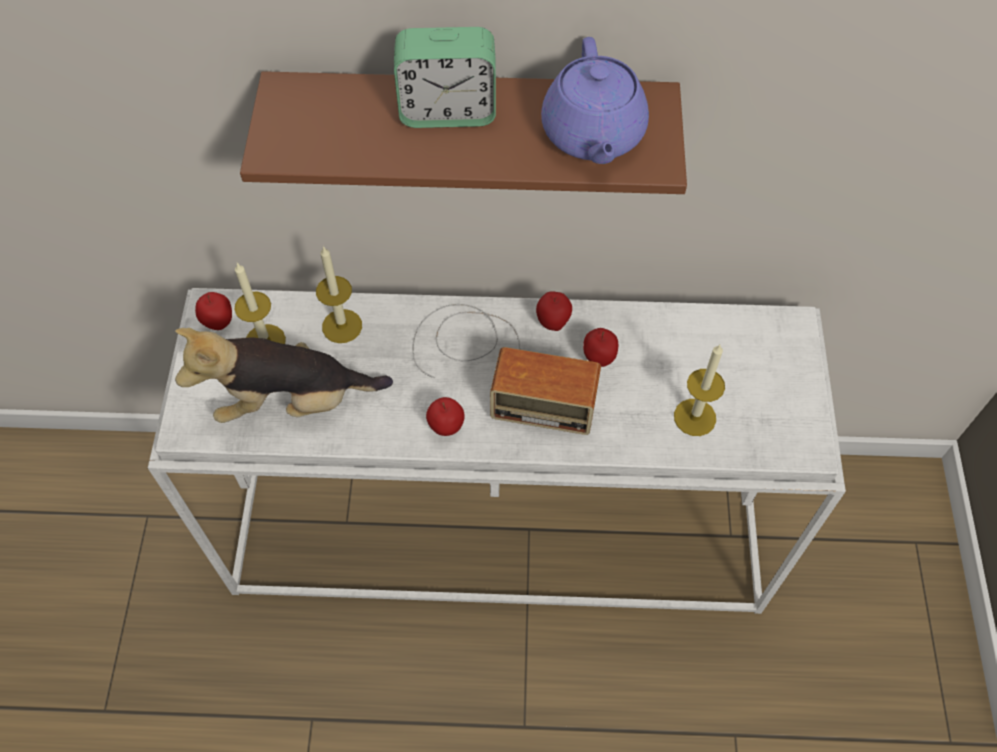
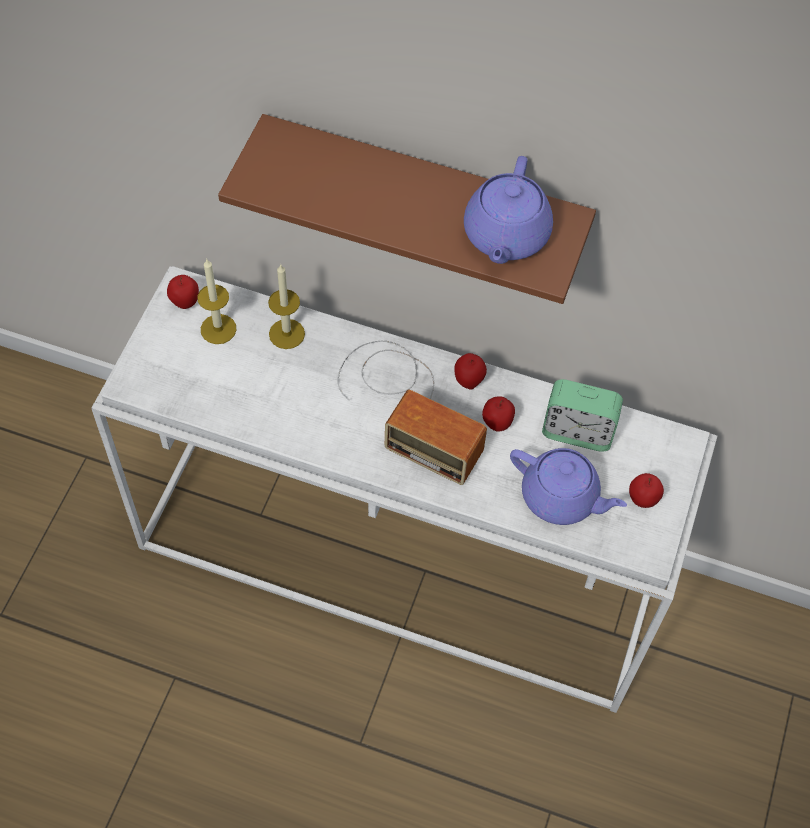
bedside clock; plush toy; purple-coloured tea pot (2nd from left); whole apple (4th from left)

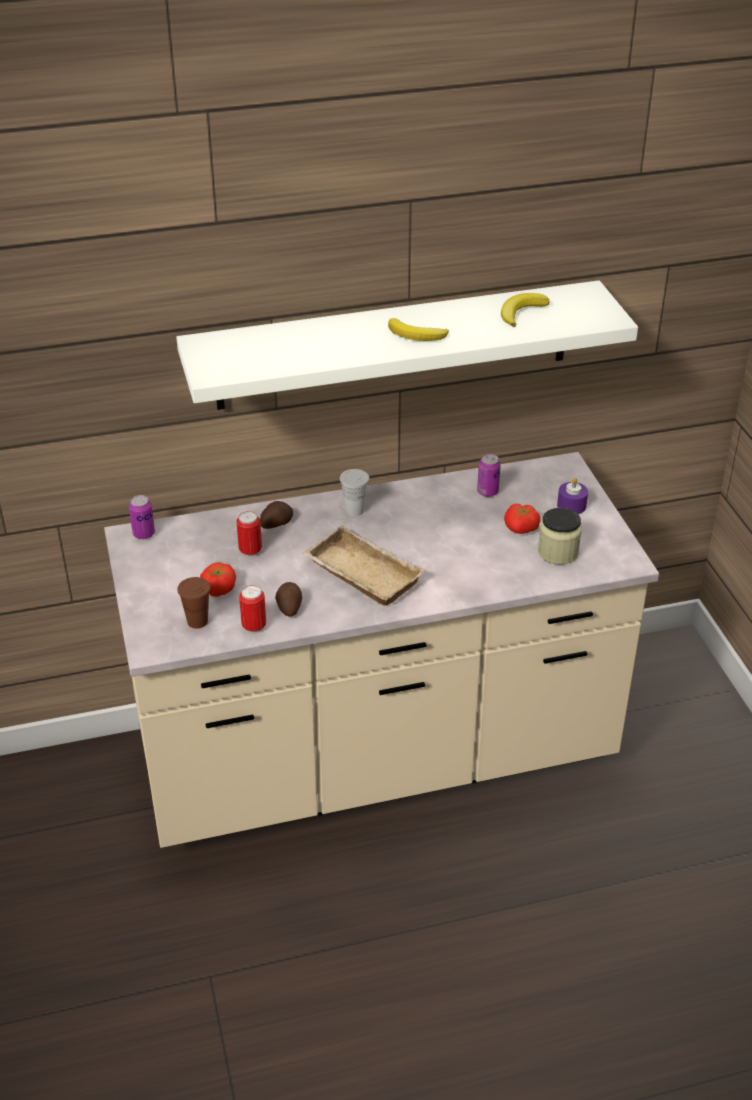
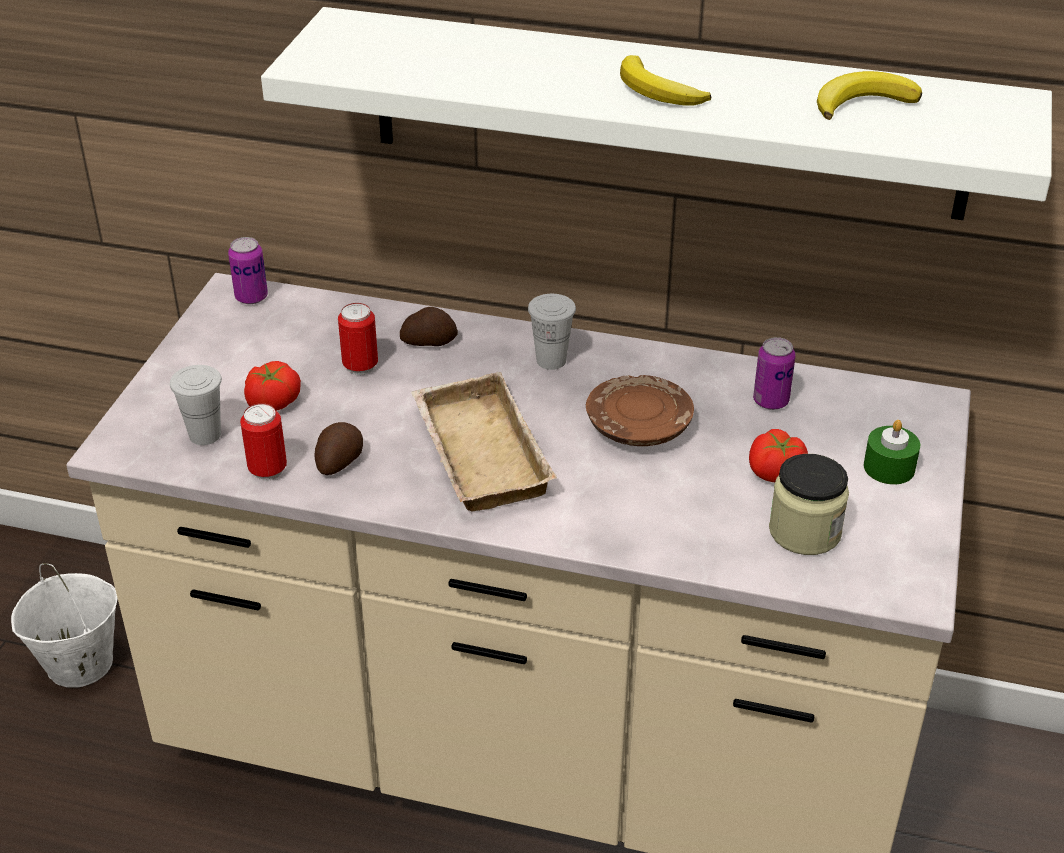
greenish wax candle; whitish drinking cup (1st from left); brownish plate; whitish pail

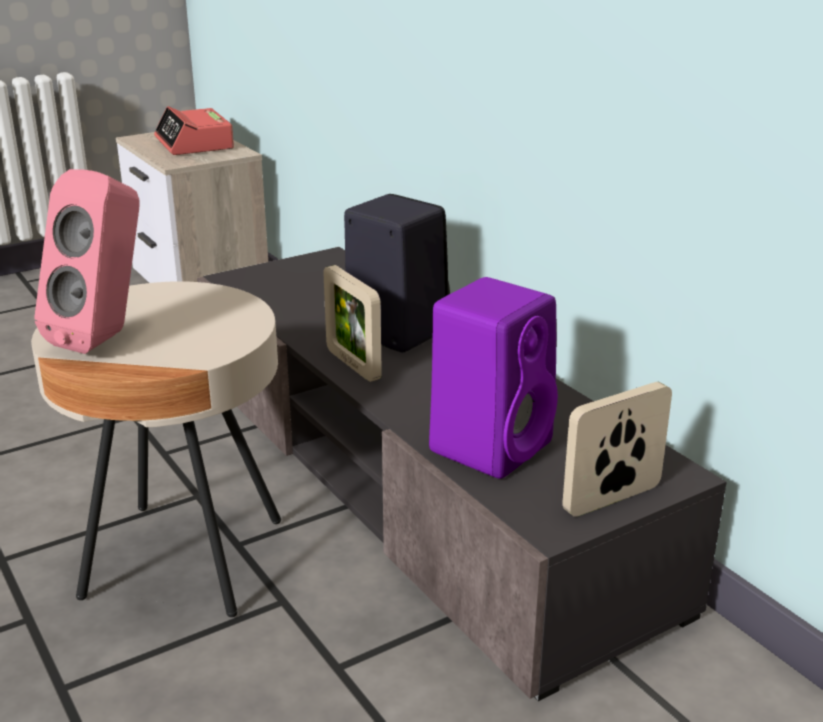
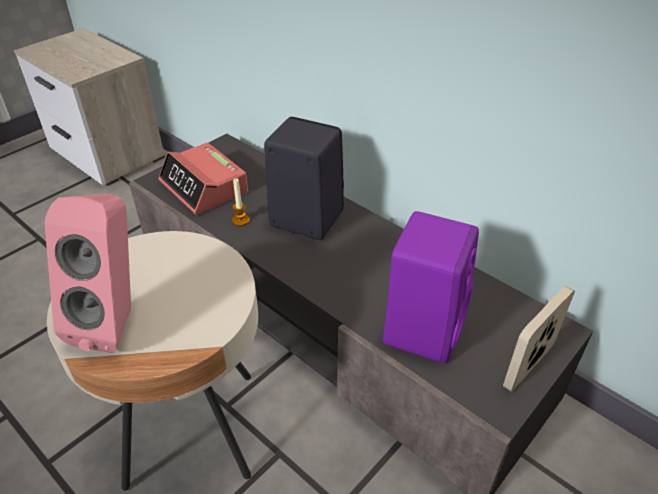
bedside clock; photo frame (1st from left in the first image); wax candle

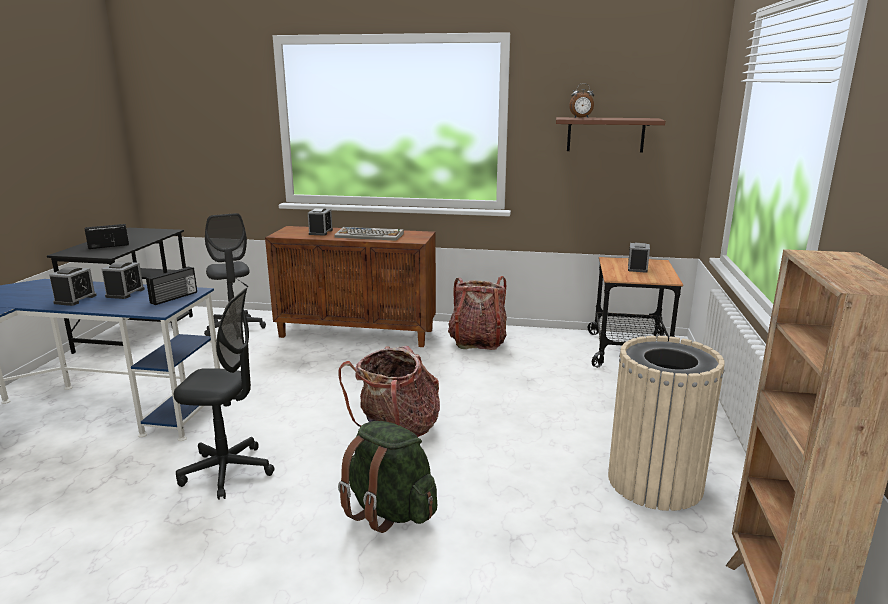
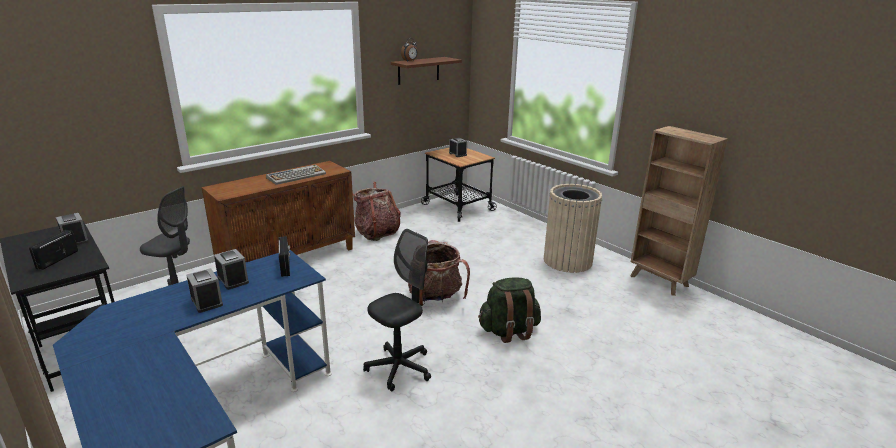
bedside clock (1st from left)

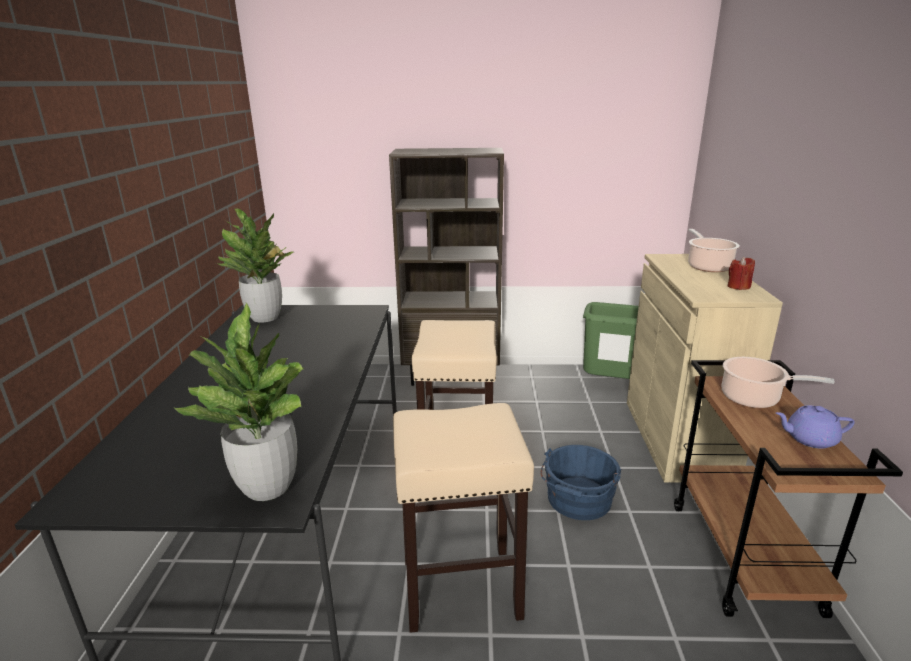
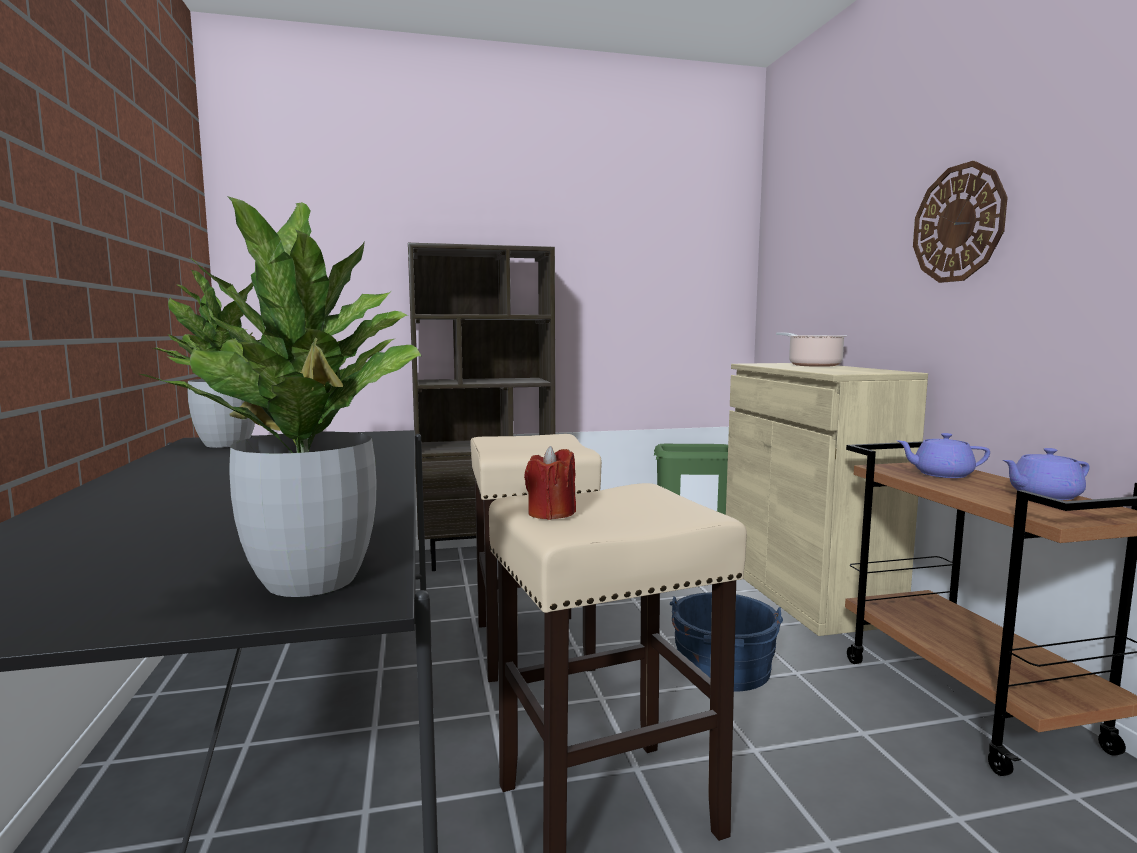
red wax candle; purple-coloured tea pot (1st from left); clock on the wall

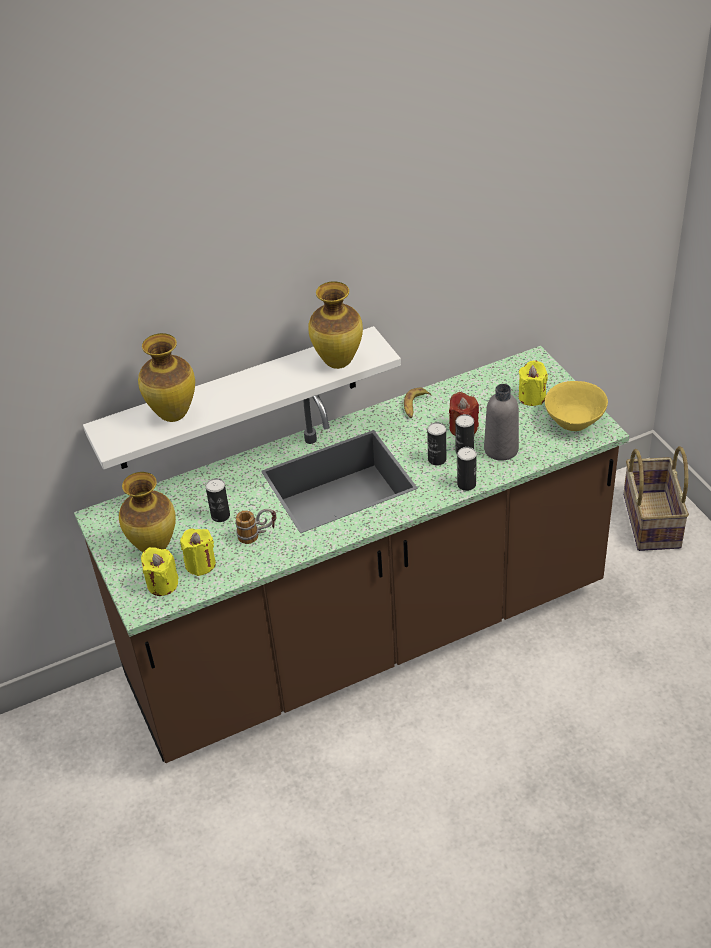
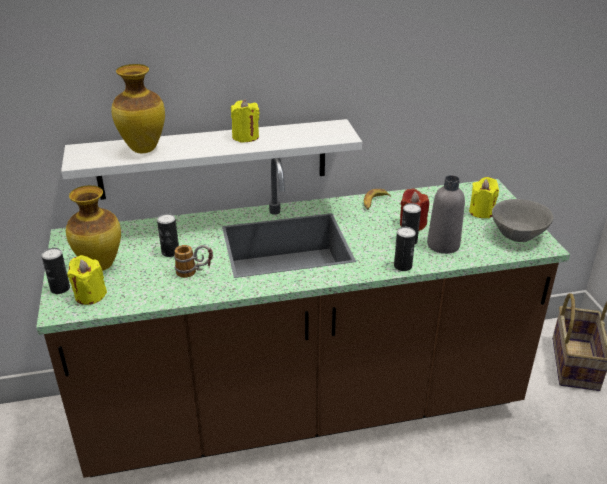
vase (3rd from left in the first image); gray bowl; can (1st from left); yellow-coloured wax candle (2nd from left)

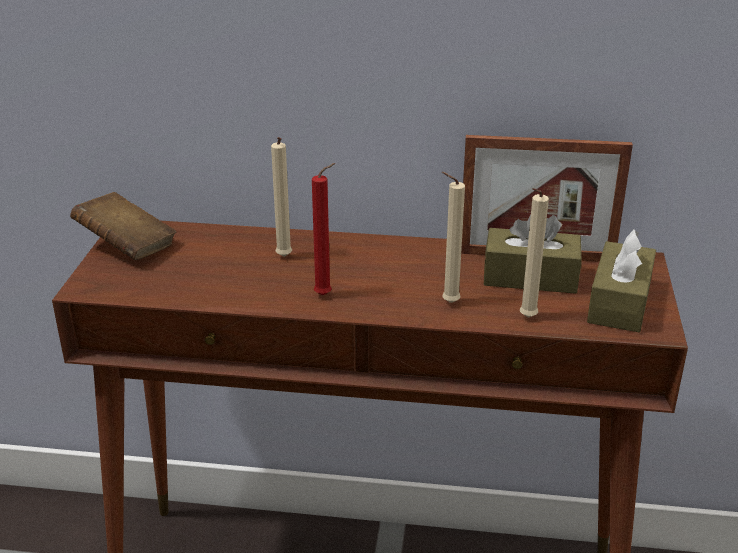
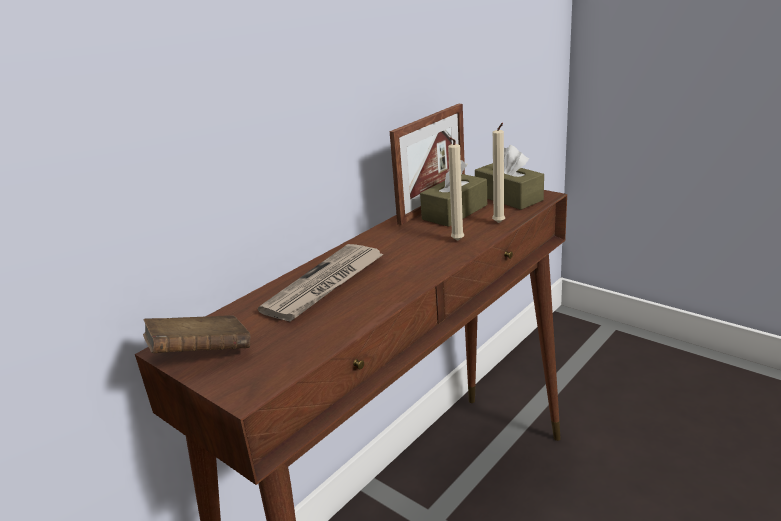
newspaper; red wax candle

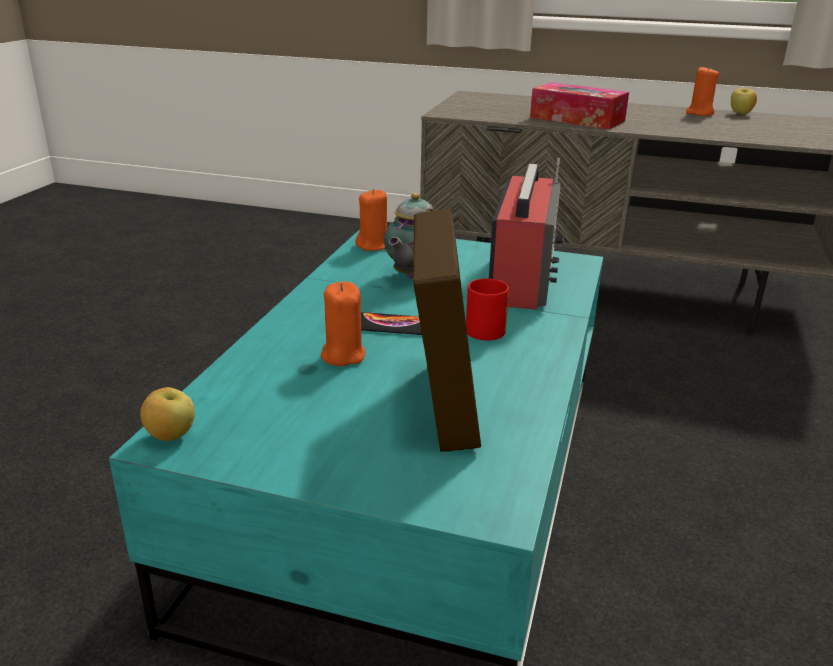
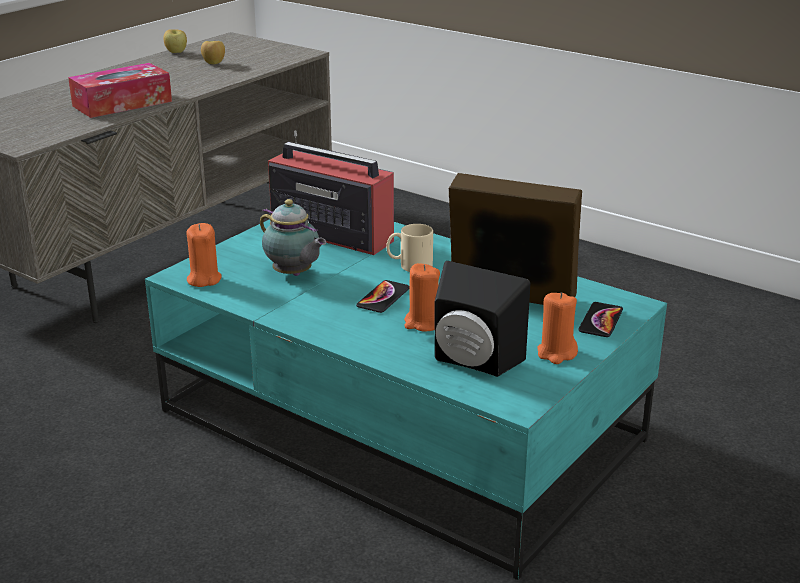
orange-coloured wax candle (3rd from left); sand-coloured mug; whole apple (2nd from left); black audio speaker; telephone (2nd from left)

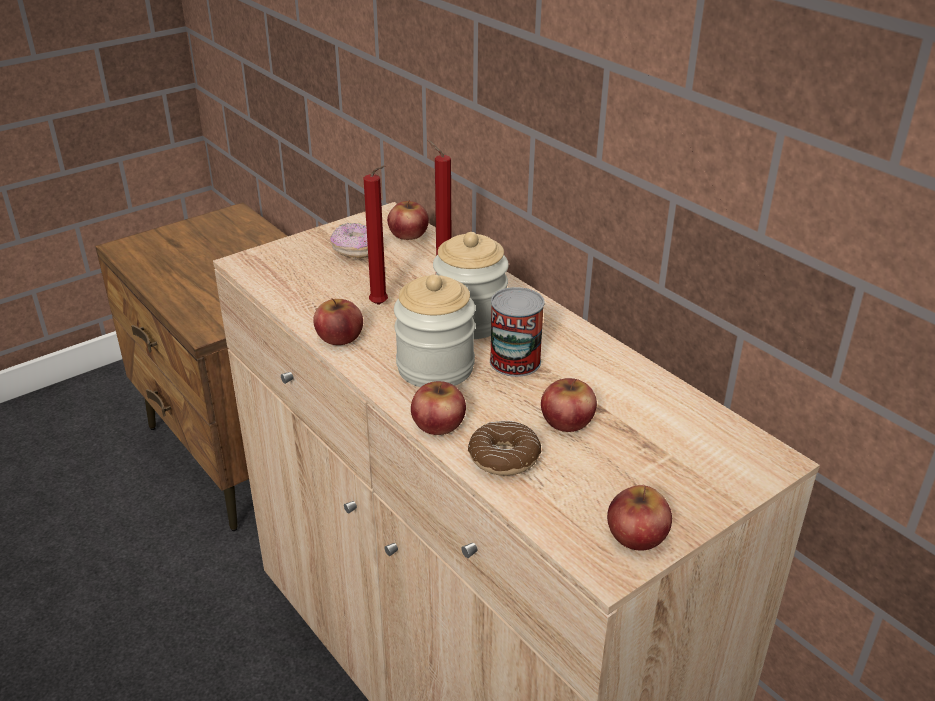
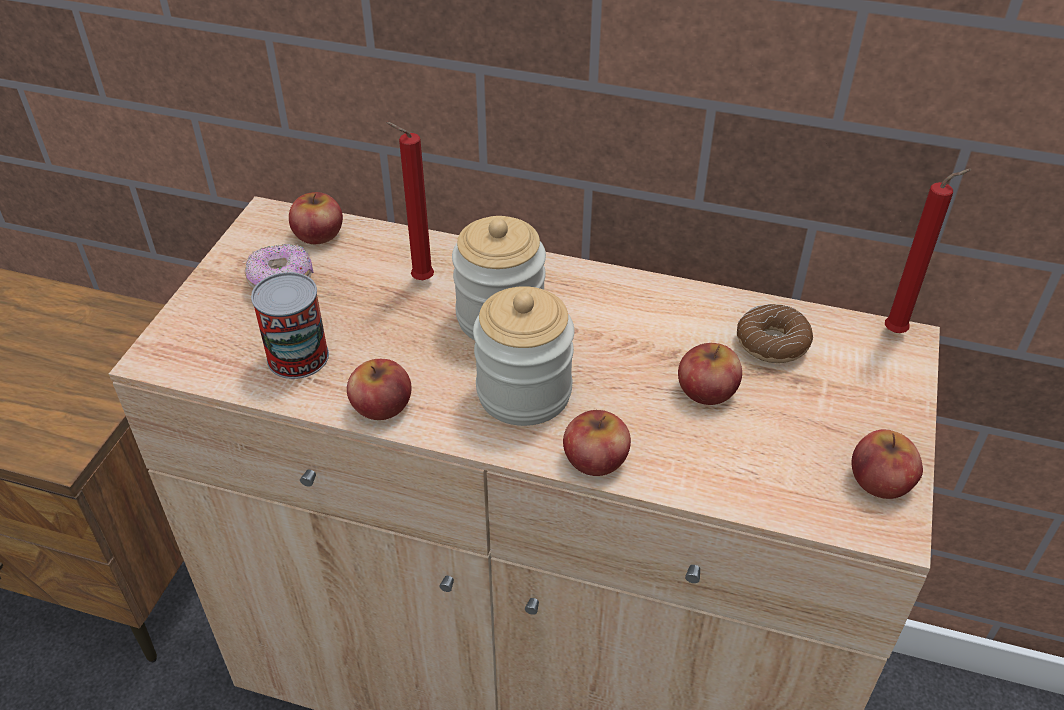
red wax candle (2nd from left); can; donut (2nd from left)

